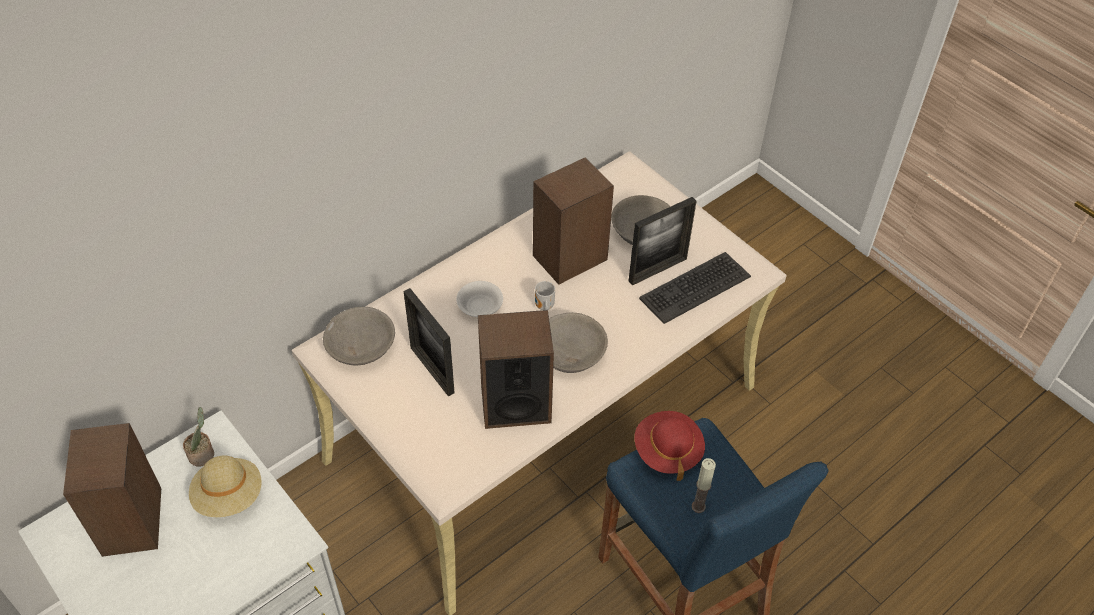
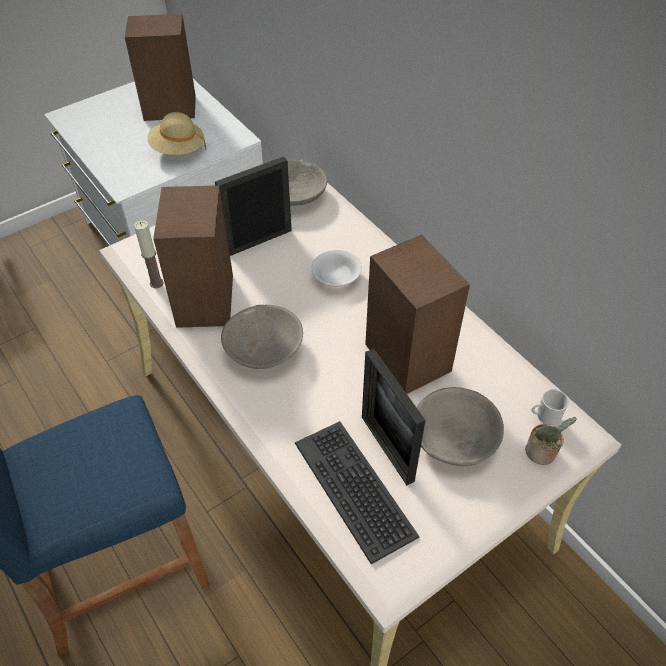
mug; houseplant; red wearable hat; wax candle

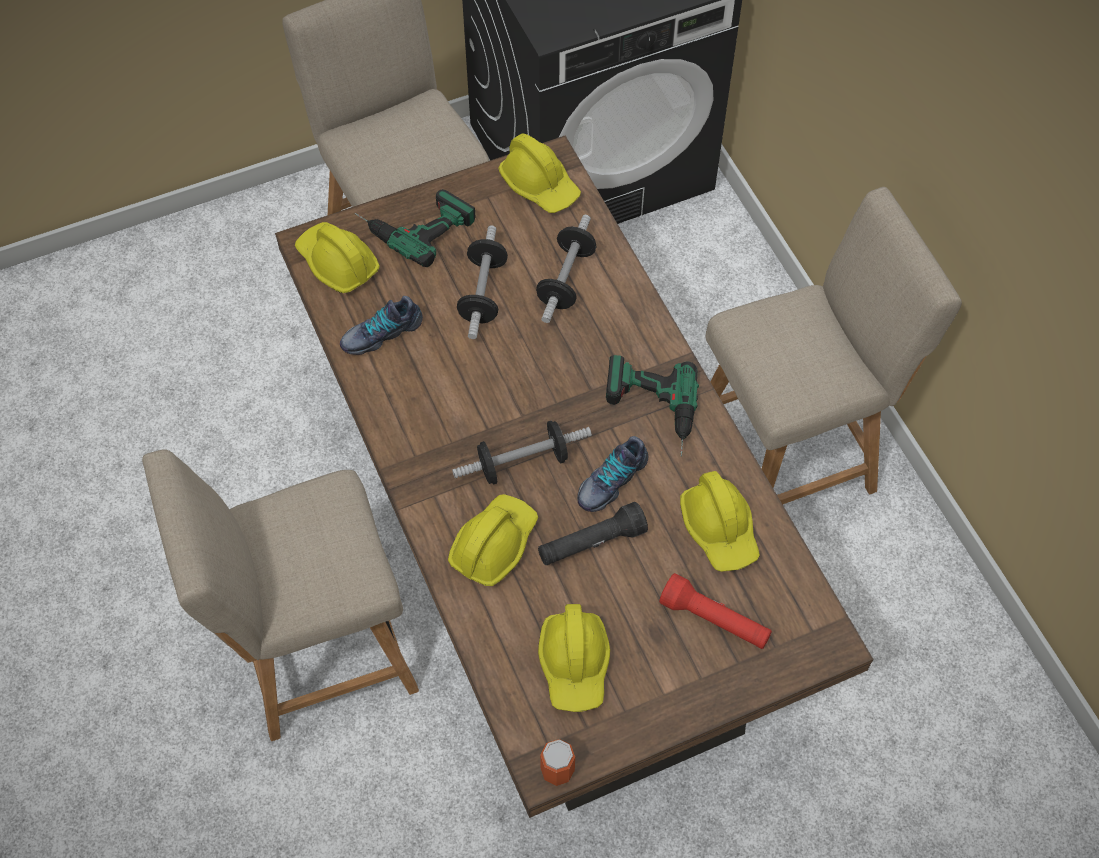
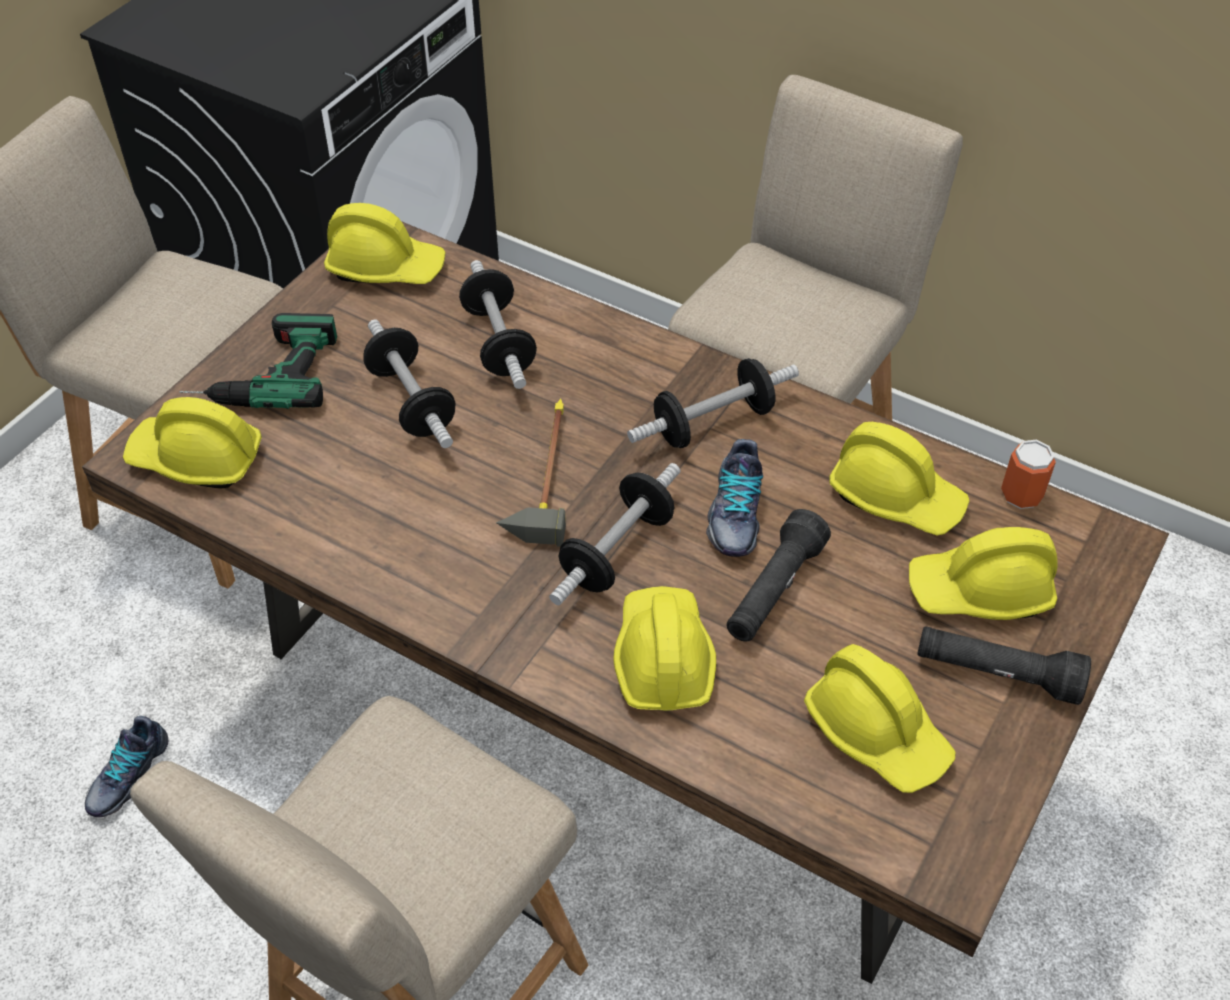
low shoe (1st from left); hand weight (4th from left); yellow-coloured work helmet (6th from left); can; hammer; black torch (2nd from left)

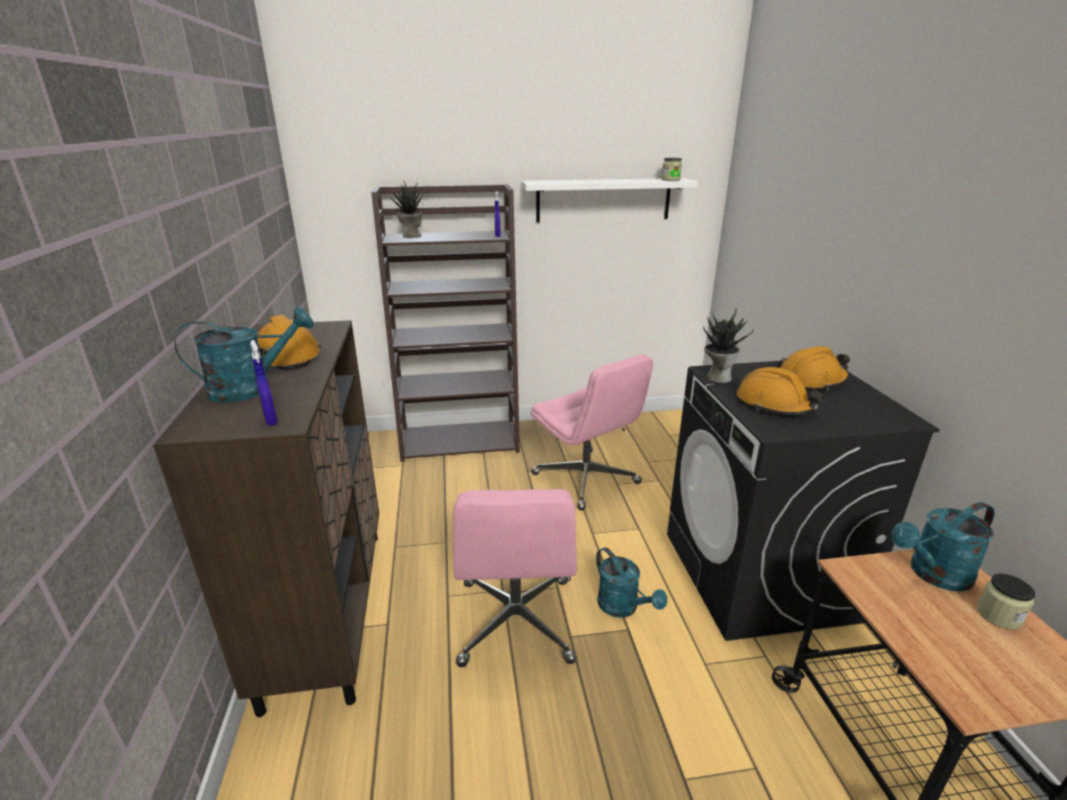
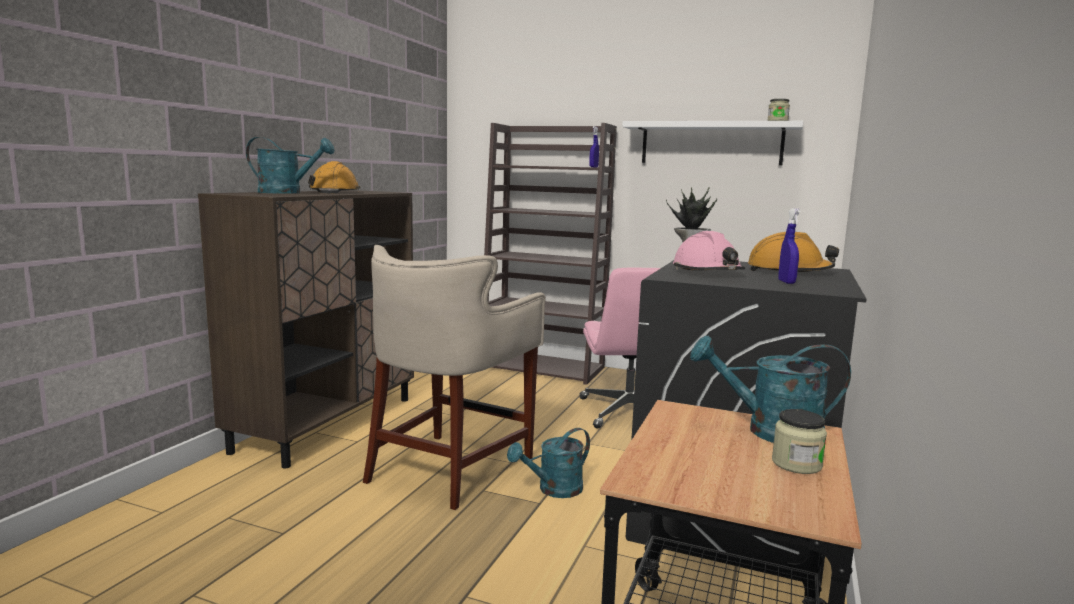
houseplant (1st from left in the first image); blue-coloured hand sprayer (2nd from left); pink work helmet; sand-coloured sitting stool; turquoise-coloured watering can (2nd from left)

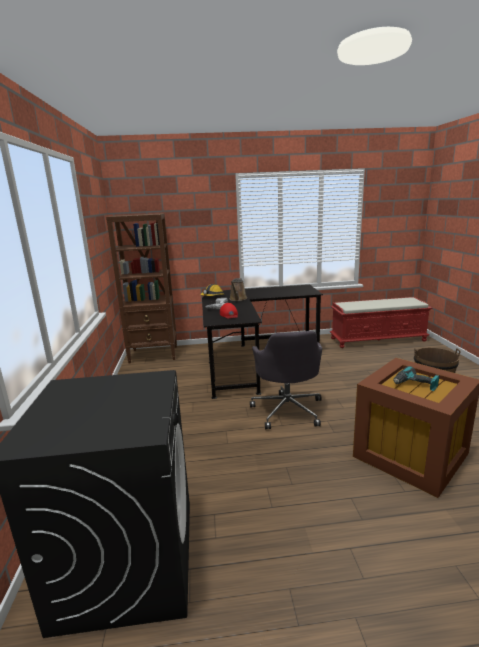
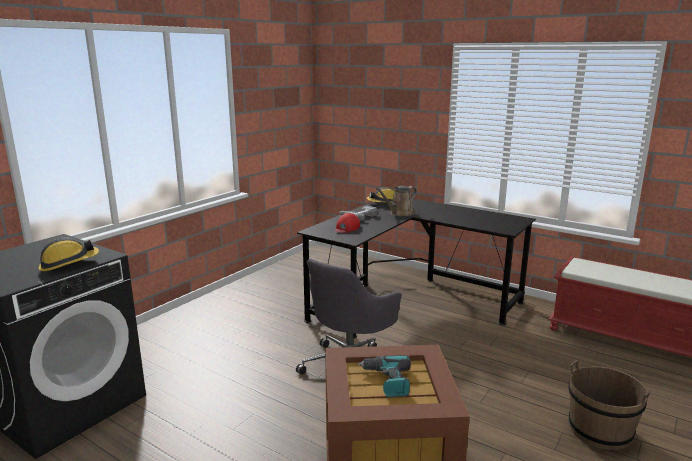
brownish bookcase; work helmet (1st from left)

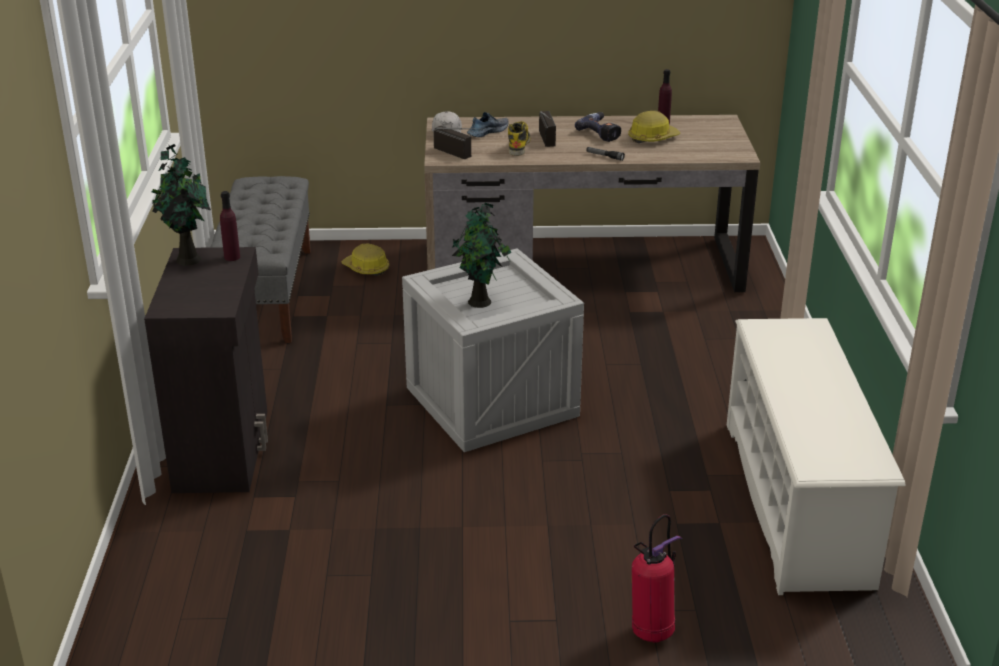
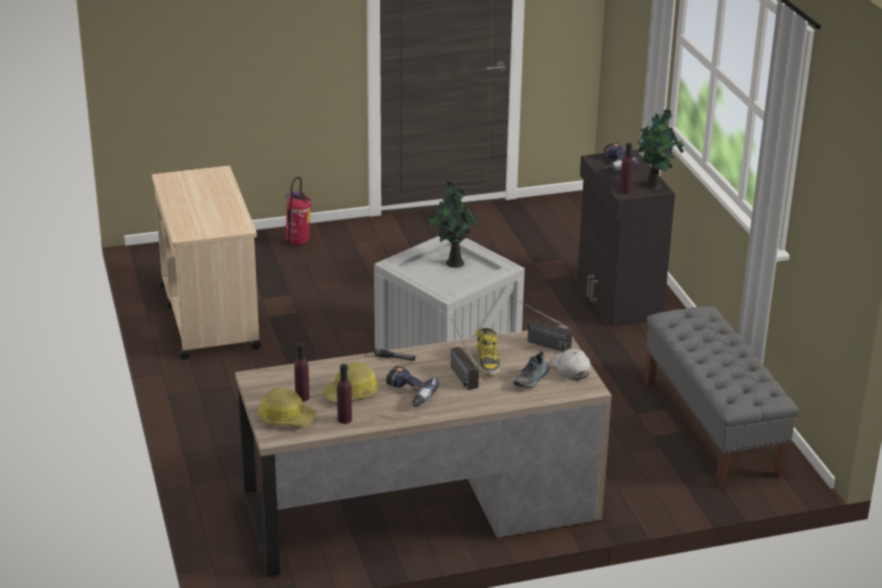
work helmet (1st from left); sand-coloured wheeled cart; electric drill (2nd from left); purple-coloured drink bottle (1st from left)

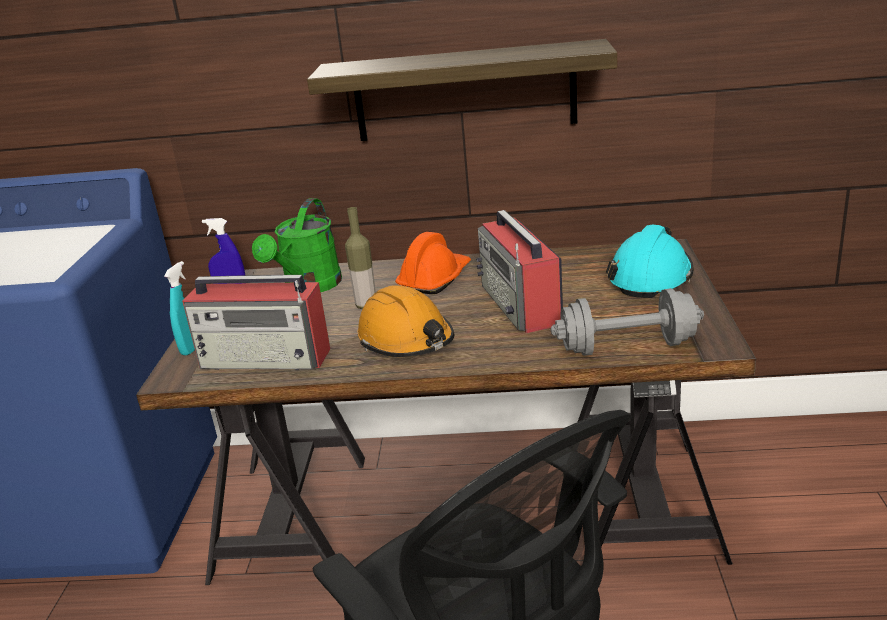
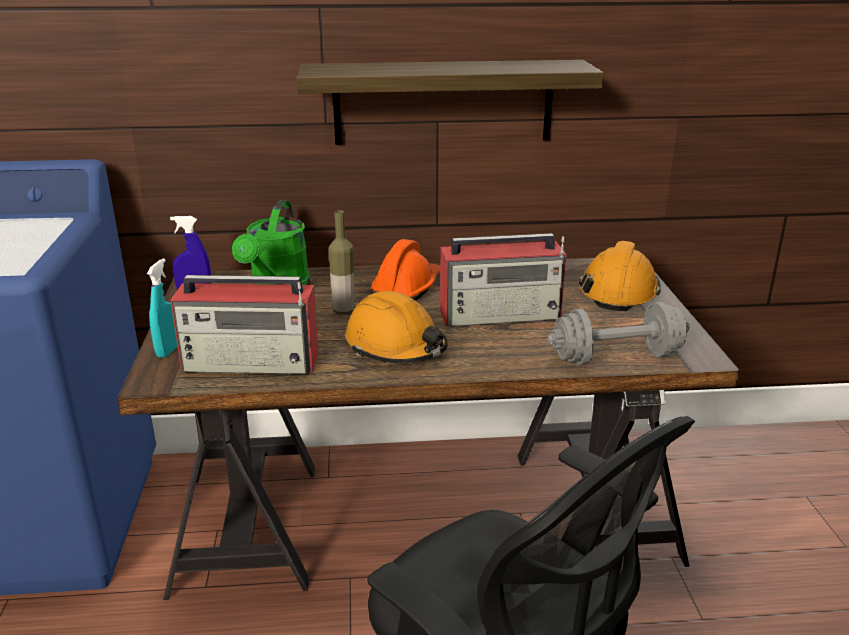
radio set (2nd from left); orange-coloured work helmet (3rd from left)

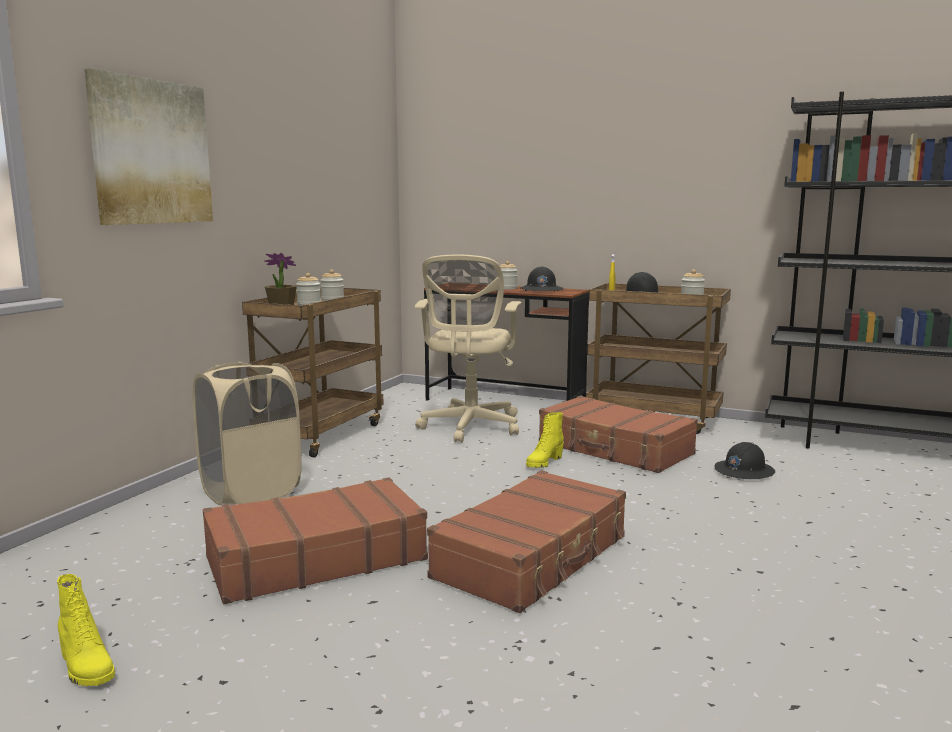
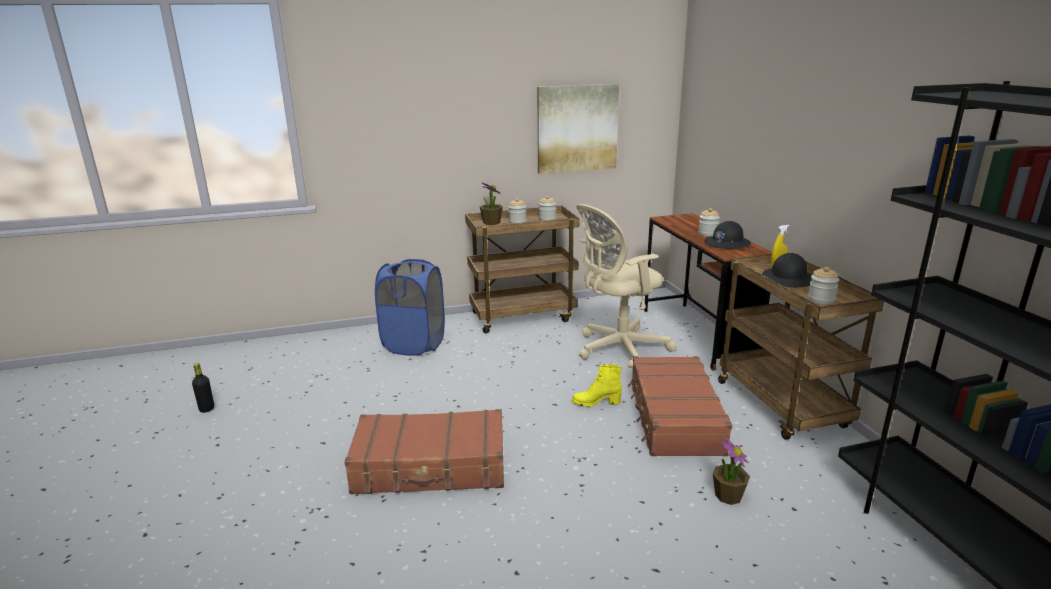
wall art; blue-coloured laundry basket; houseplant (2nd from left); brownish piece of luggage (1st from left in the first image); black drink bottle

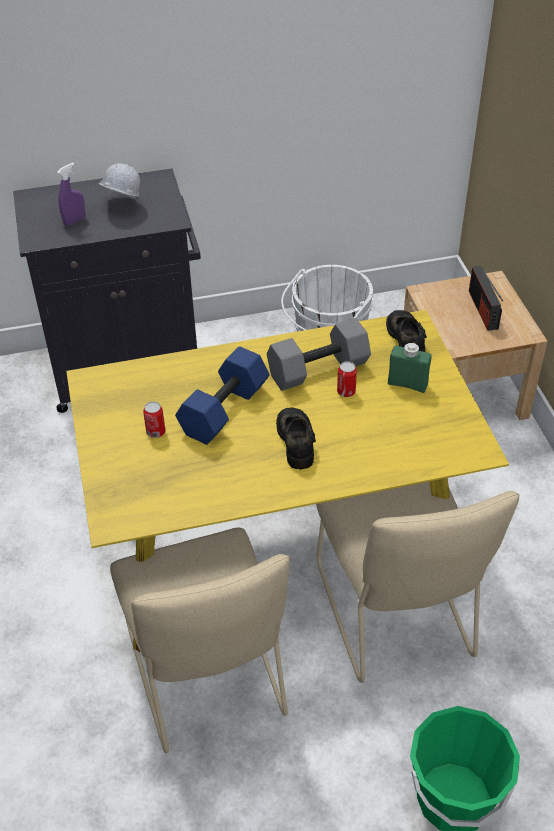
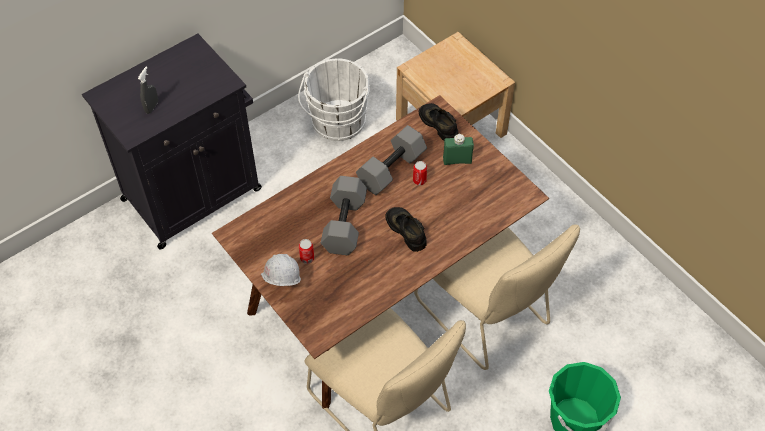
gray hand sprayer; whitish work helmet; radio set; brownish kitchen table; gray hand weight (1st from left)

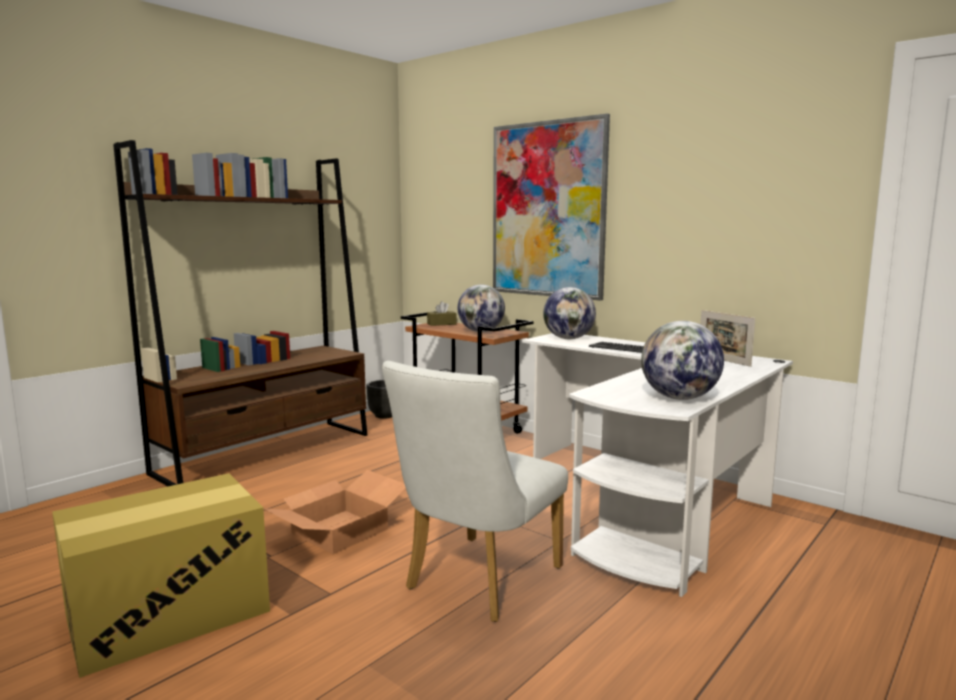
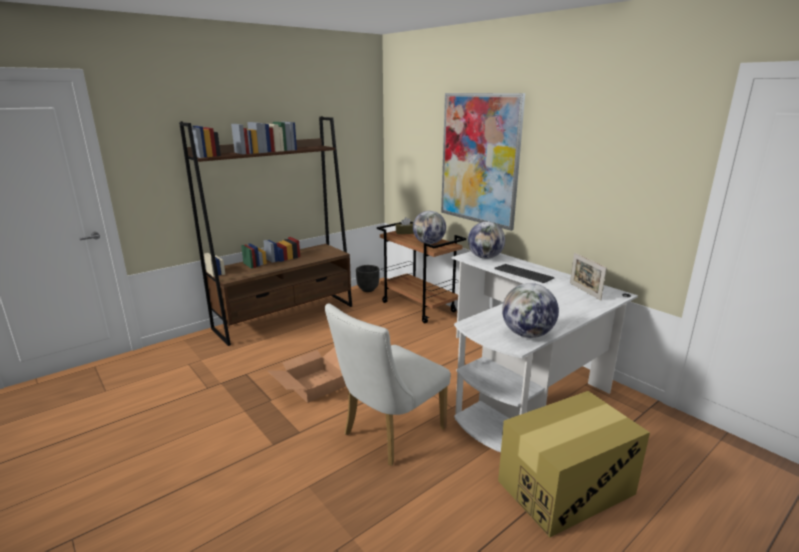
cardboard box (2nd from left)

